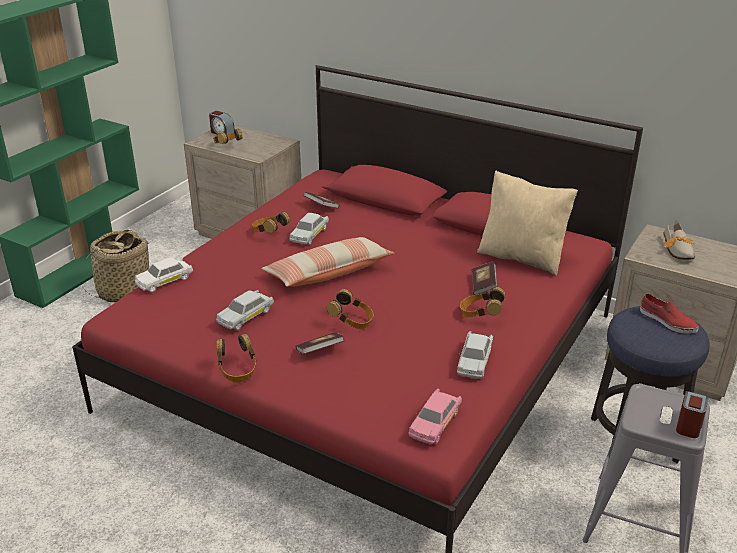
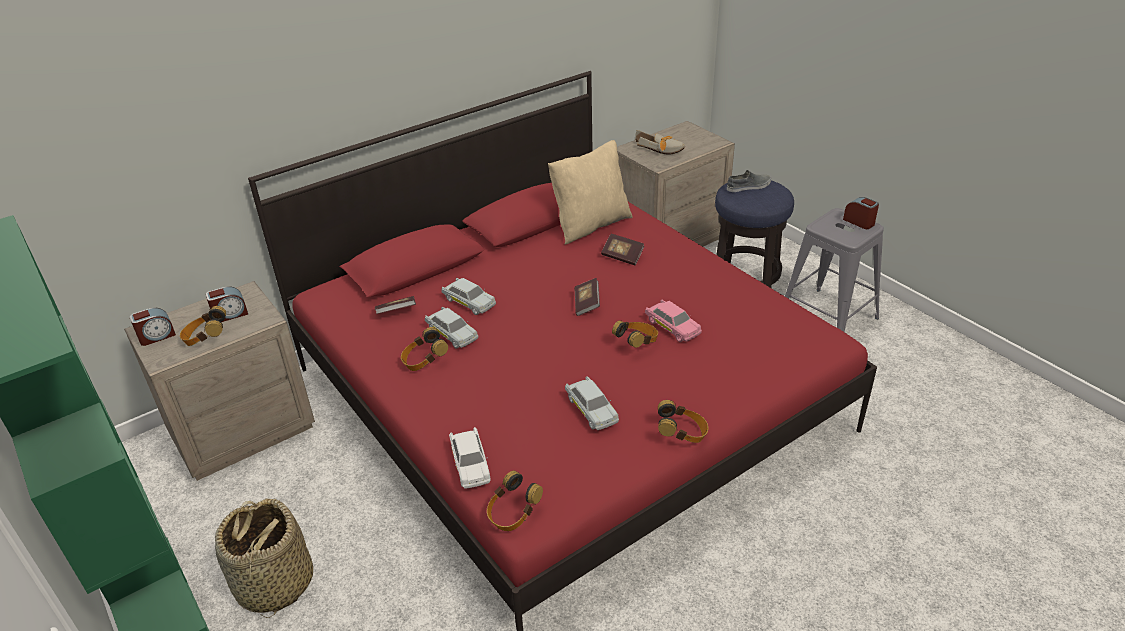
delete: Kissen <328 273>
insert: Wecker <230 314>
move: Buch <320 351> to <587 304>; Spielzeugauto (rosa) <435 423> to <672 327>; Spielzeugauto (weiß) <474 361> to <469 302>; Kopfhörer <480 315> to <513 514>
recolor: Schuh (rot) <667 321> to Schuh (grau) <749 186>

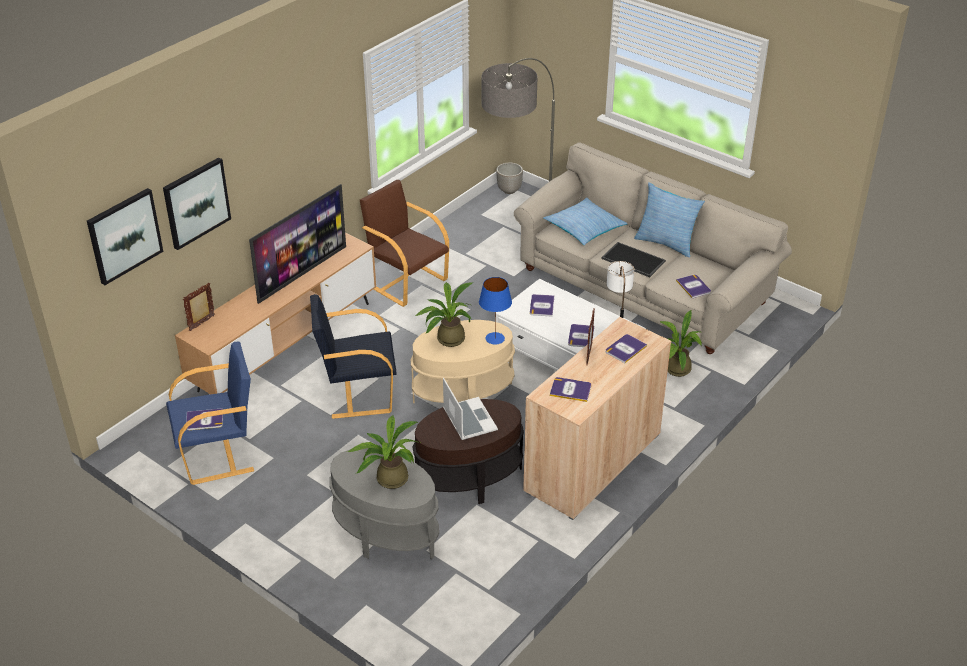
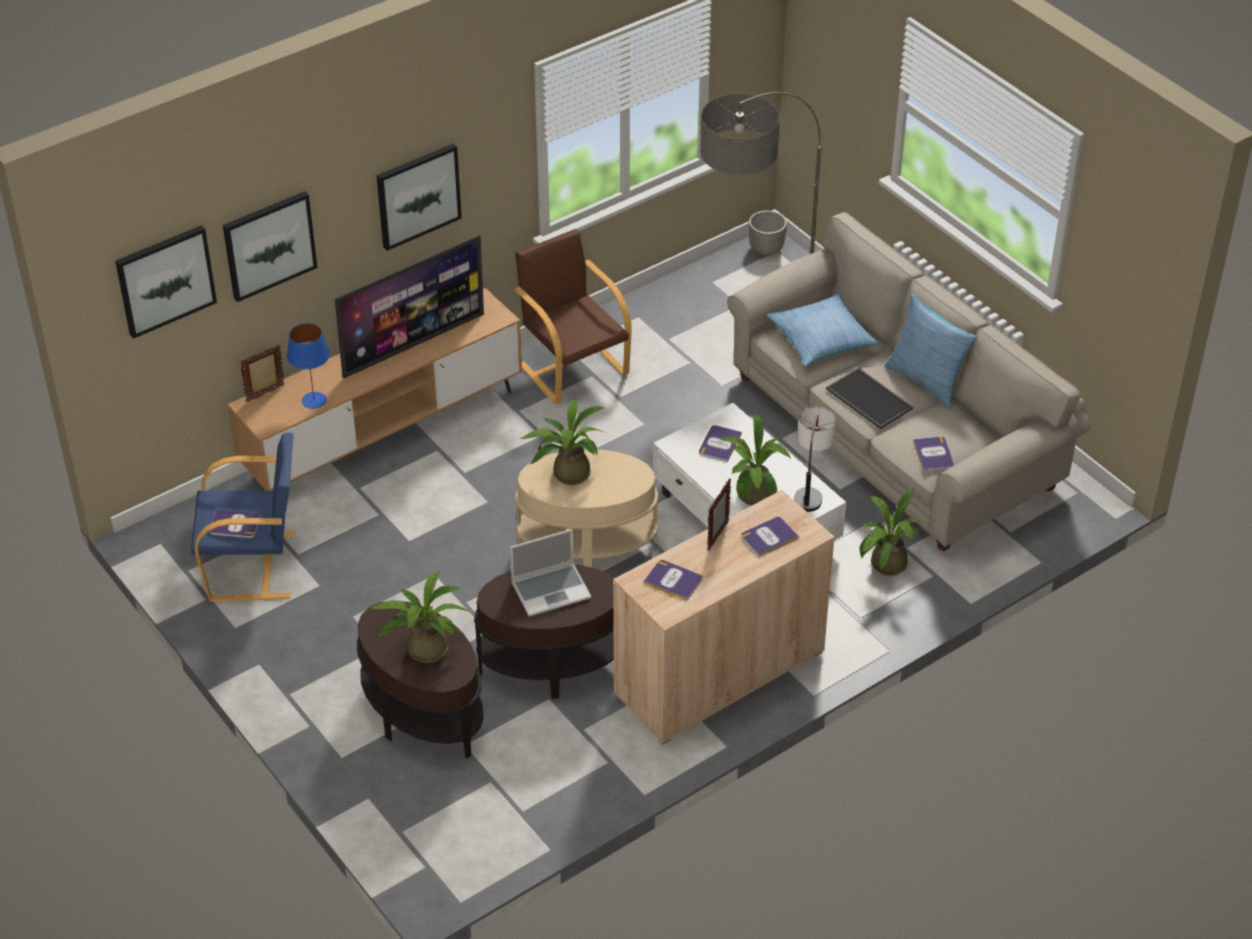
delete: Sessel (schwarz) <357 392>
insert: Bild <418 195>
move: Tischlampe (blau) <494 338> to <313 400>
replace: Buch <581 336> to Topfpflanze <753 498>
recolor: Beistelltisch (grau) <386 534> to Beistelltisch (braun) <423 714>
rotate: Laptop <468 419> = <551 590> 75 degrees clockwise

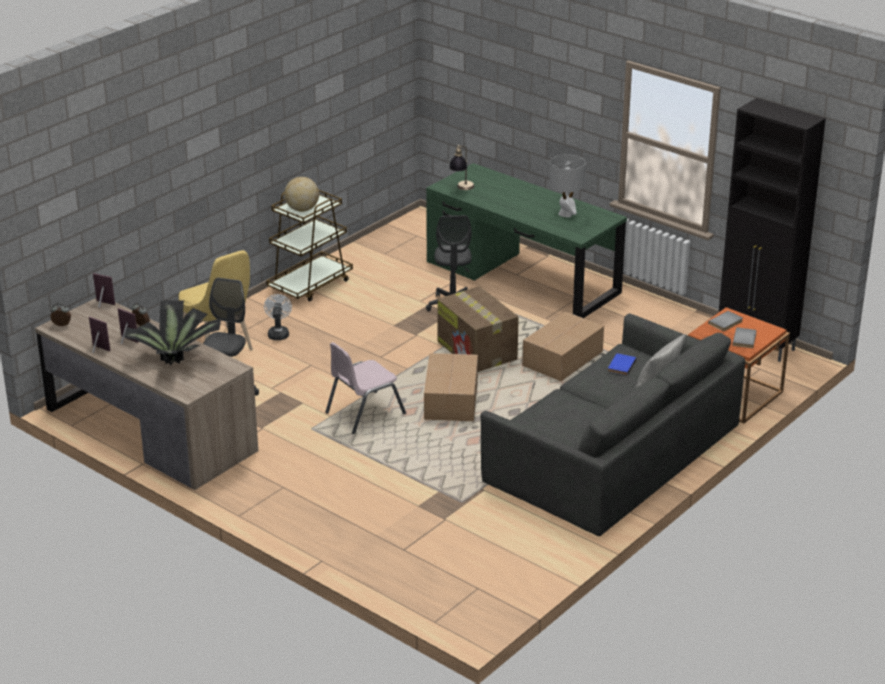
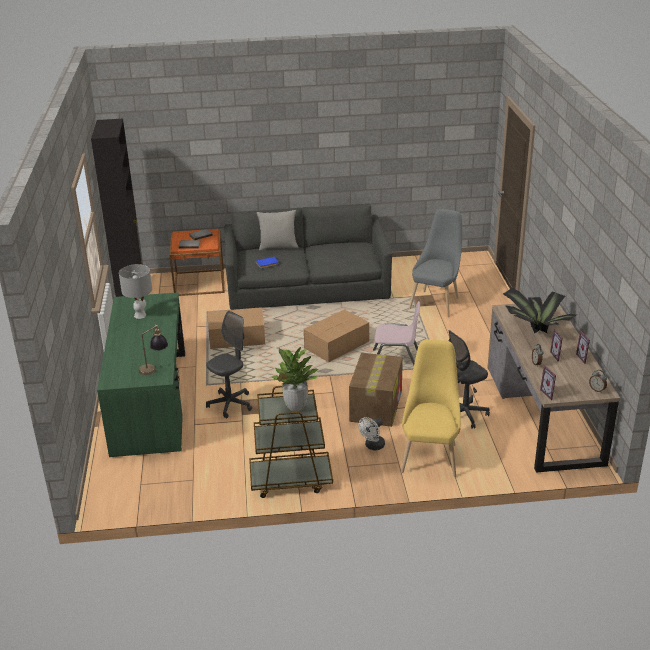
insert: Stuhl (grau) <436 302>
move: Karton <477 351> to <376 405>
replace: Globus <302 209> to Topfpflanze <295 407>

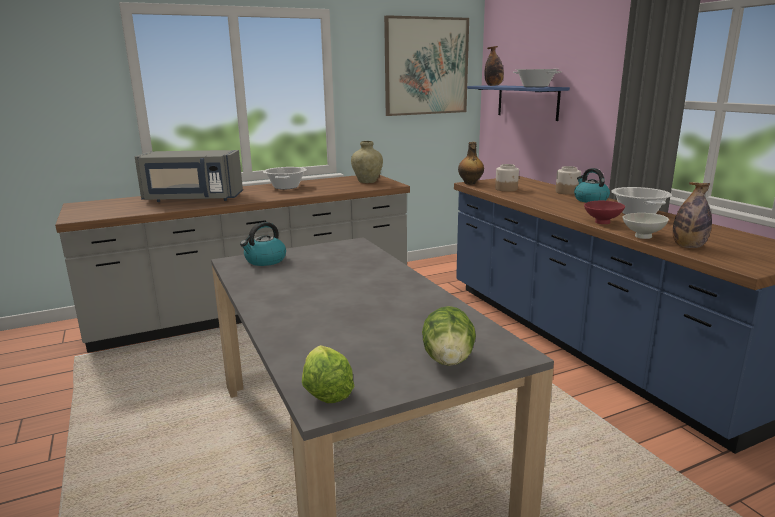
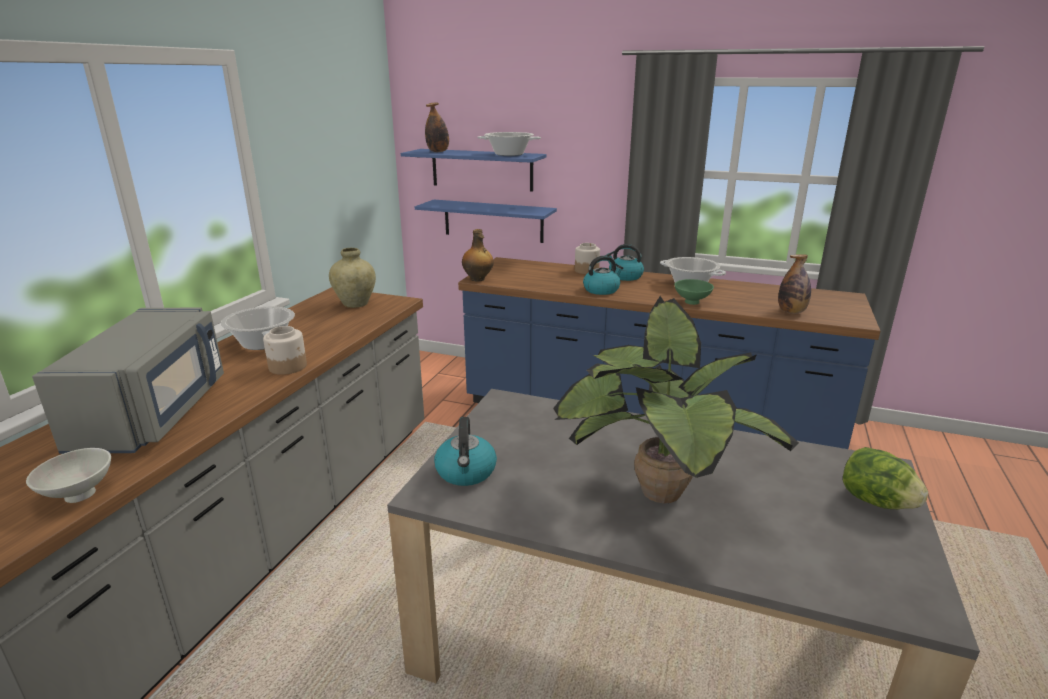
delete: Salatkopf <326 390>; Bild <426 66>
insert: Wandregal (blau) <493 221>; Topfpflanze <656 495>; Wasserkessel <601 290>
move: Vorratsglas <506 189> to <288 367>; Schüssel (weiß) <642 237> to <79 496>
recolor: Schüssel (rot) <603 222> to Schüssel (grün) <693 302>
rotate: Mikrowelle (grau) <193 199> = <156 413> 45 degrees counterclockwise

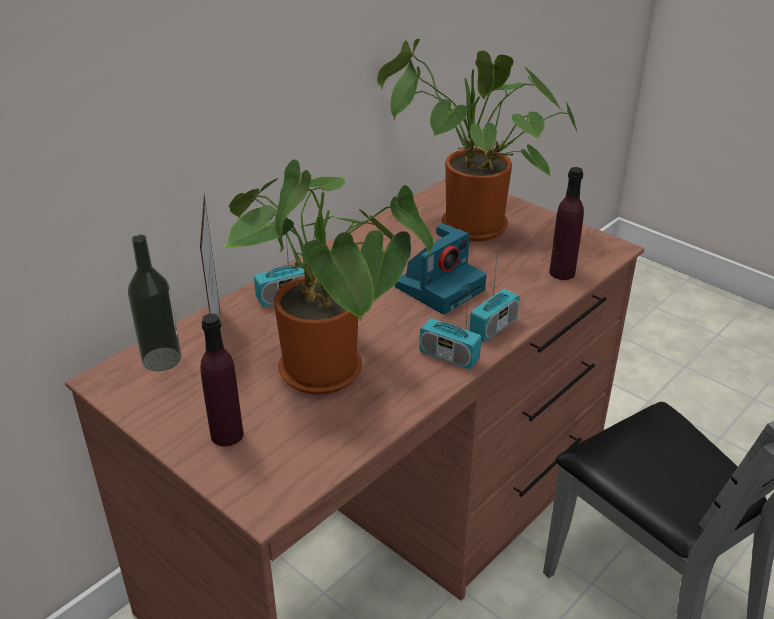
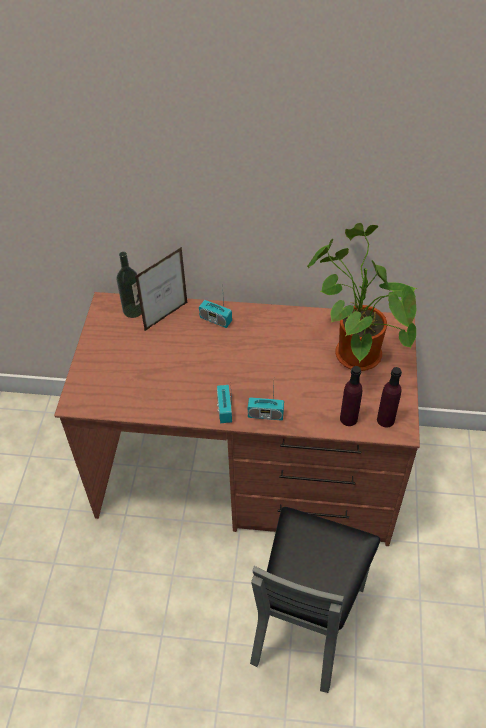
delete: Topfpflanze <330 374>; Kamera <440 287>
move: Flasche (lila) <227 435> to <385 420>

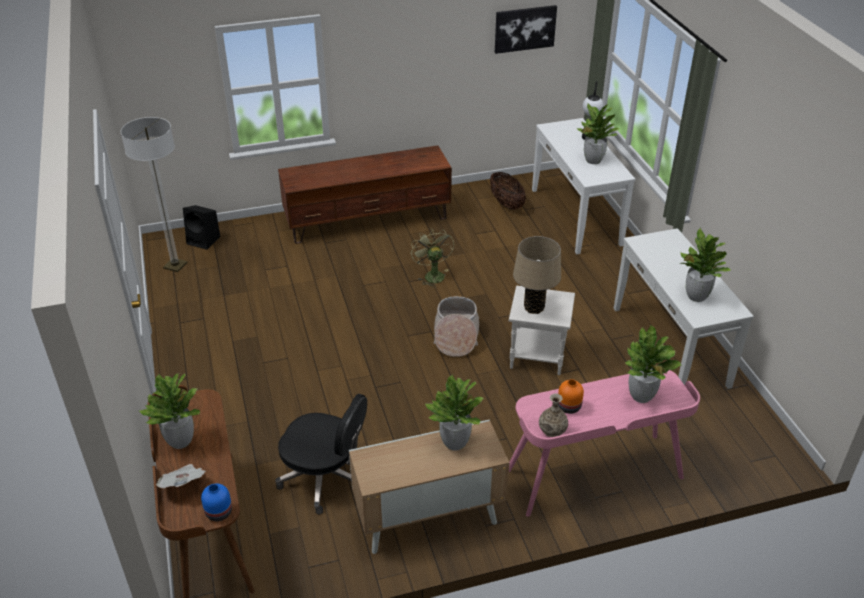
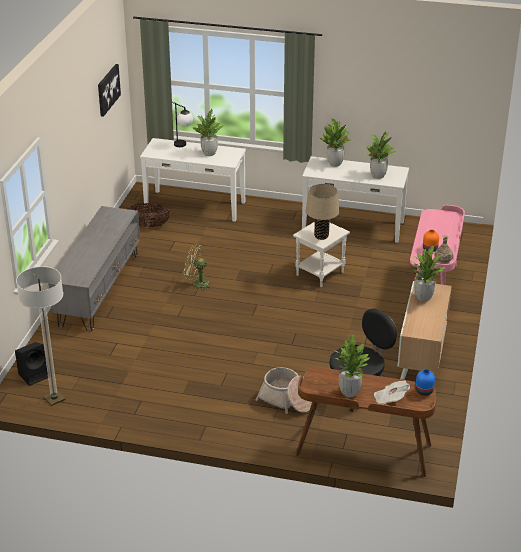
move: Korb <456 336> to <287 400>; Topfpflanze <641 396> to <335 164>
recolor: Fernsehschrank (braun) <368 220> to Fernsehschrank (grau) <99 289>

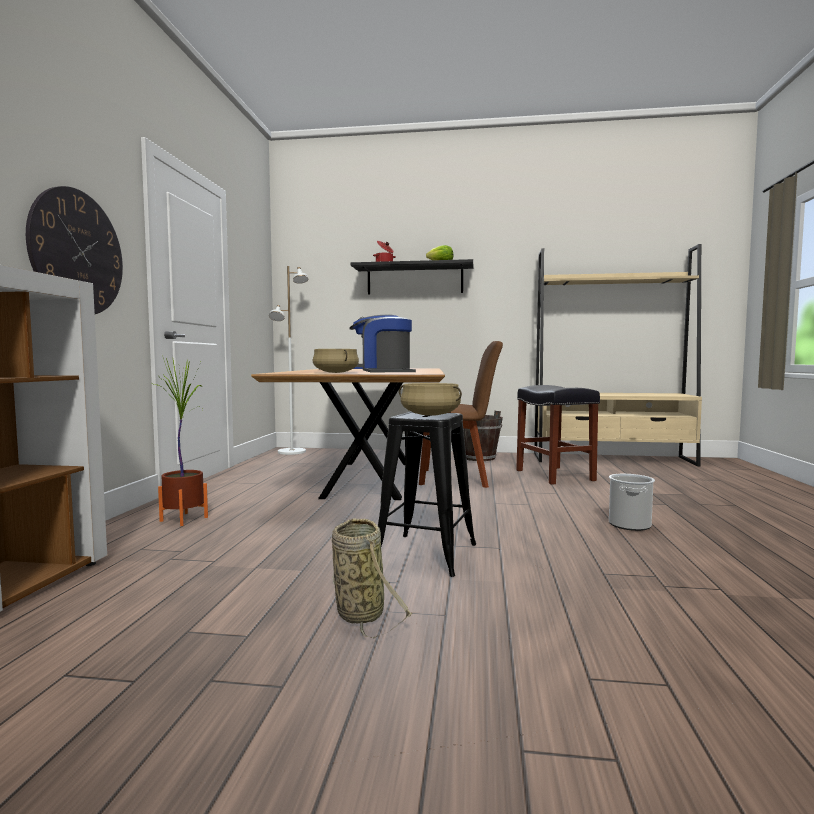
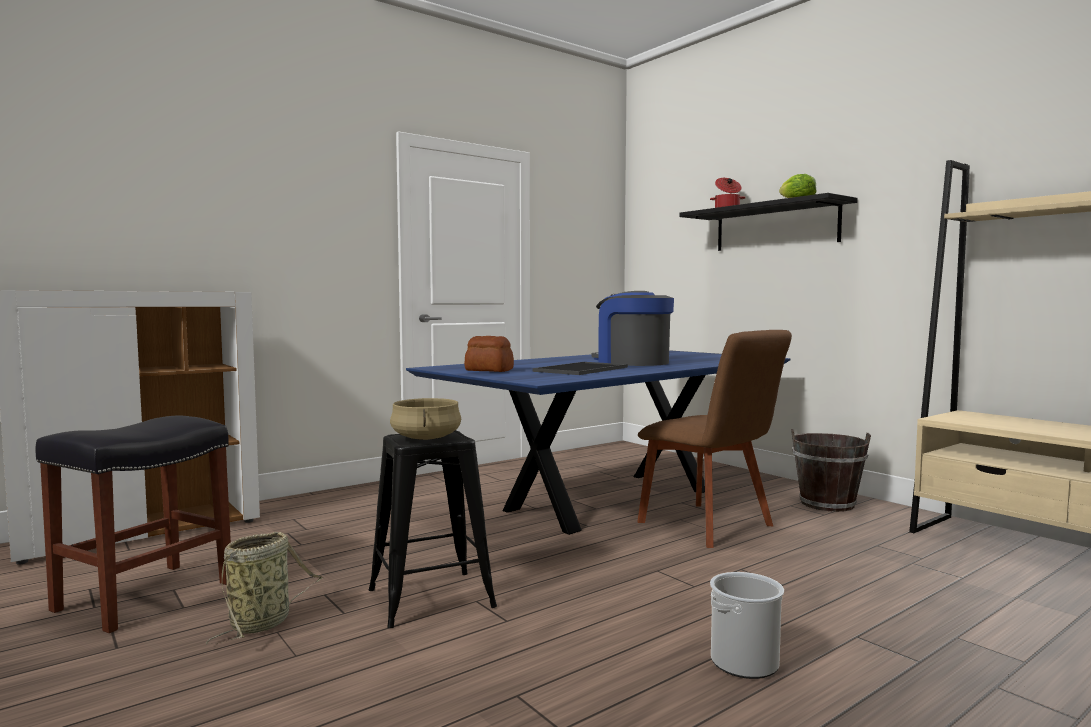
delete: Wanduhr <77 252>; Topfpflanze <184 519>; Stehlampe (weiß) <292 452>
move: Hocker (schwarz) <553 475> to <146 595>
replace: Kochtopf (beige) <336 372> to Brot <489 370>
recolor: Esstisch (braun) <370 478> to Esstisch (blau) <612 500>

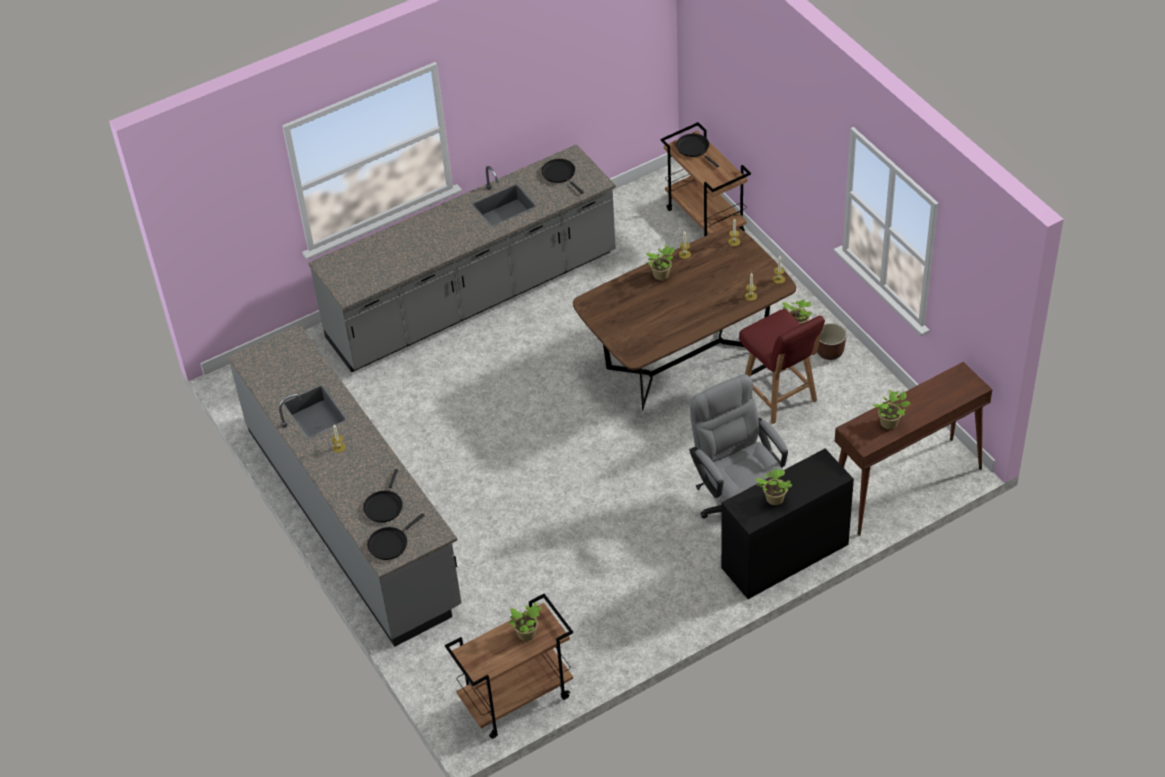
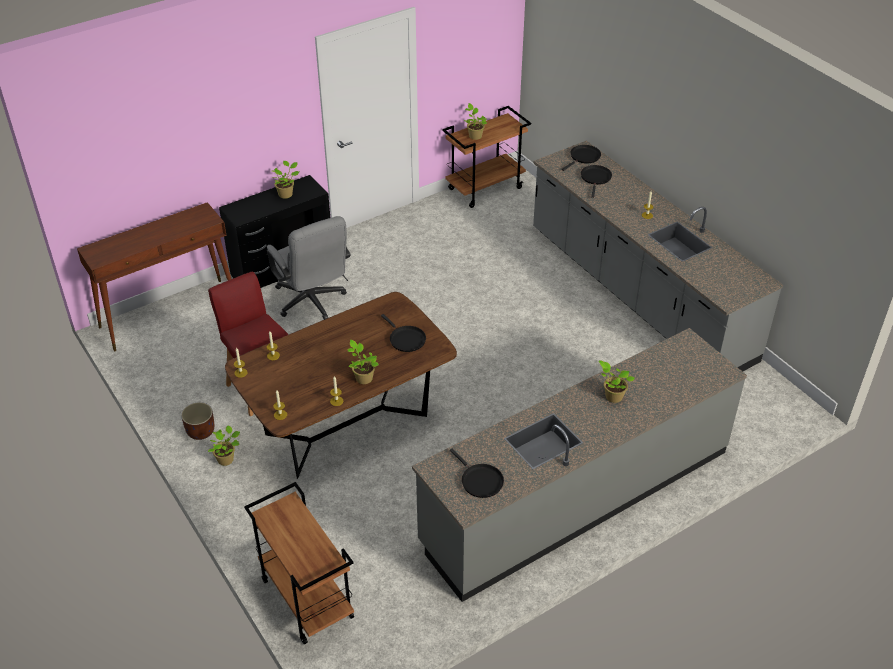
move: Pfanne (schwarz) <694 148> to <405 339>; Topfpflanze <890 423> to <612 396>

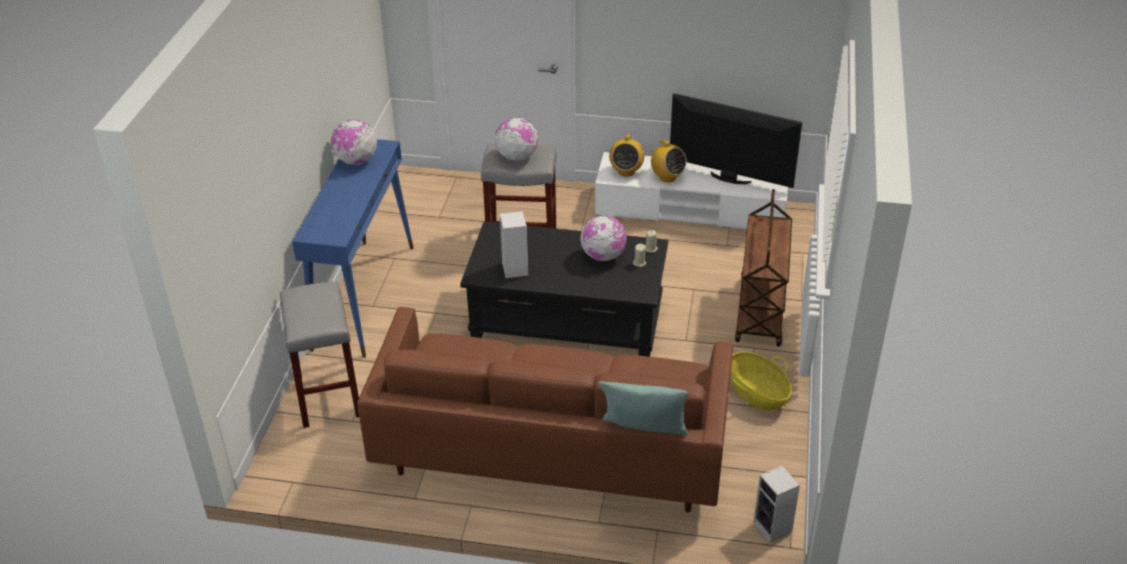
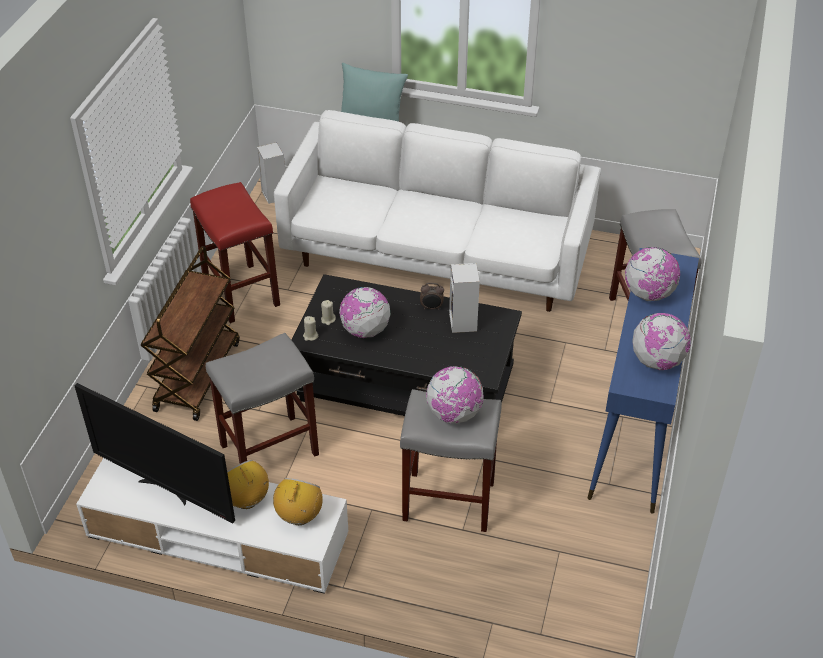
insert: Hocker (grau) <270 449>; Wecker <431 307>; Globus <649 294>
replace: Korb <757 393> to Hocker (rot) <240 292>
recolor: Sofa (braun) <551 451> to Sofa (weiß) <437 258>

